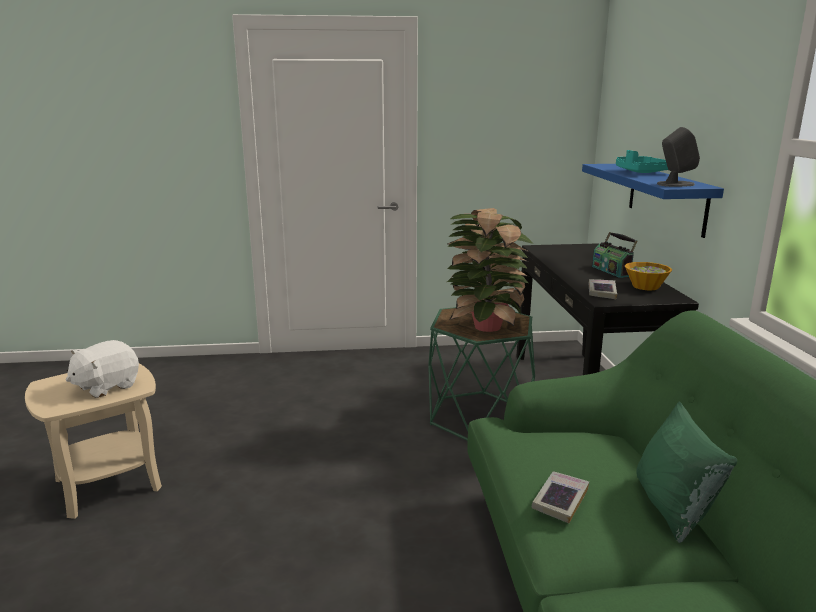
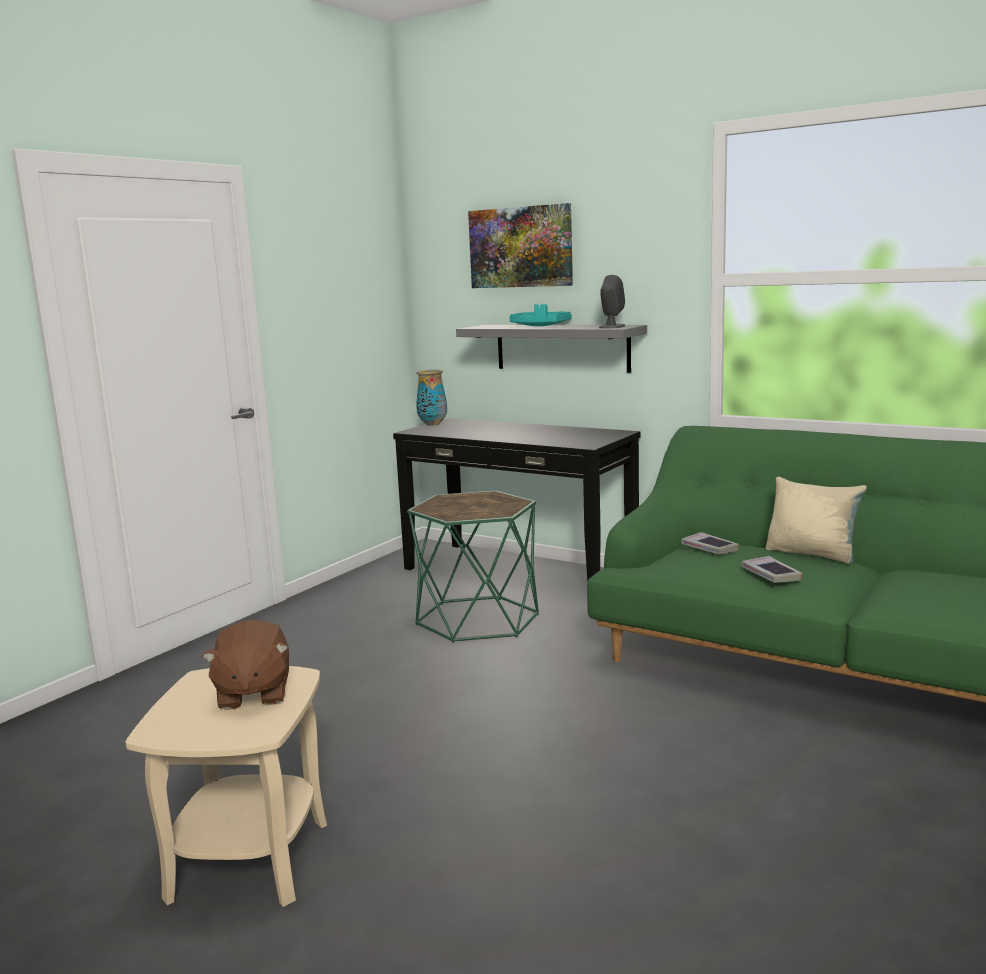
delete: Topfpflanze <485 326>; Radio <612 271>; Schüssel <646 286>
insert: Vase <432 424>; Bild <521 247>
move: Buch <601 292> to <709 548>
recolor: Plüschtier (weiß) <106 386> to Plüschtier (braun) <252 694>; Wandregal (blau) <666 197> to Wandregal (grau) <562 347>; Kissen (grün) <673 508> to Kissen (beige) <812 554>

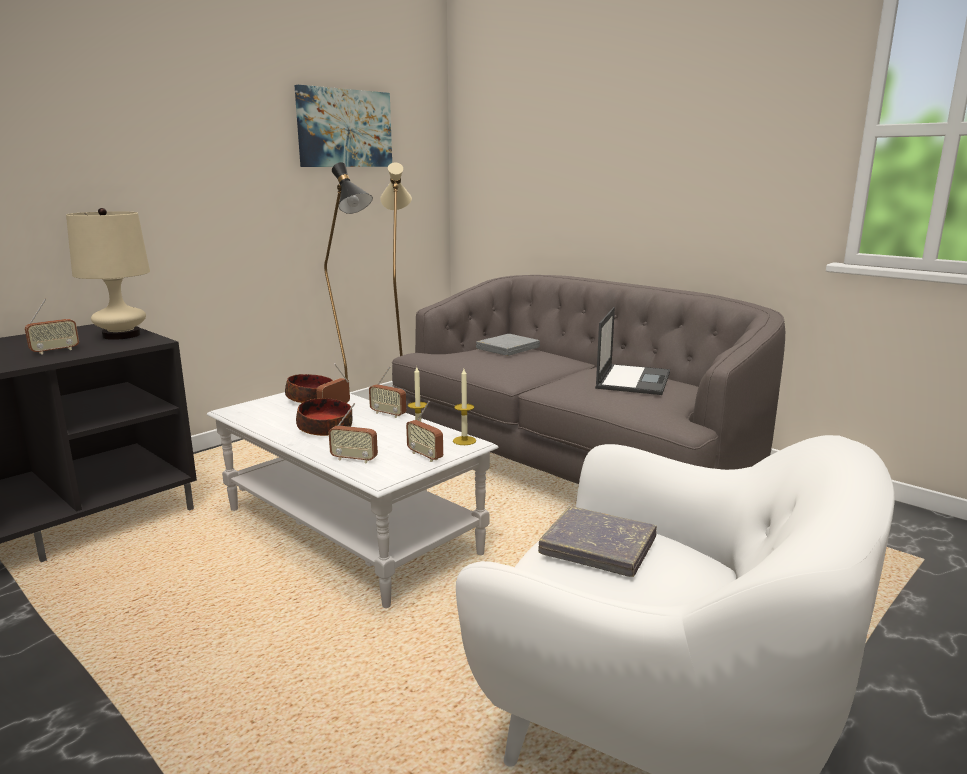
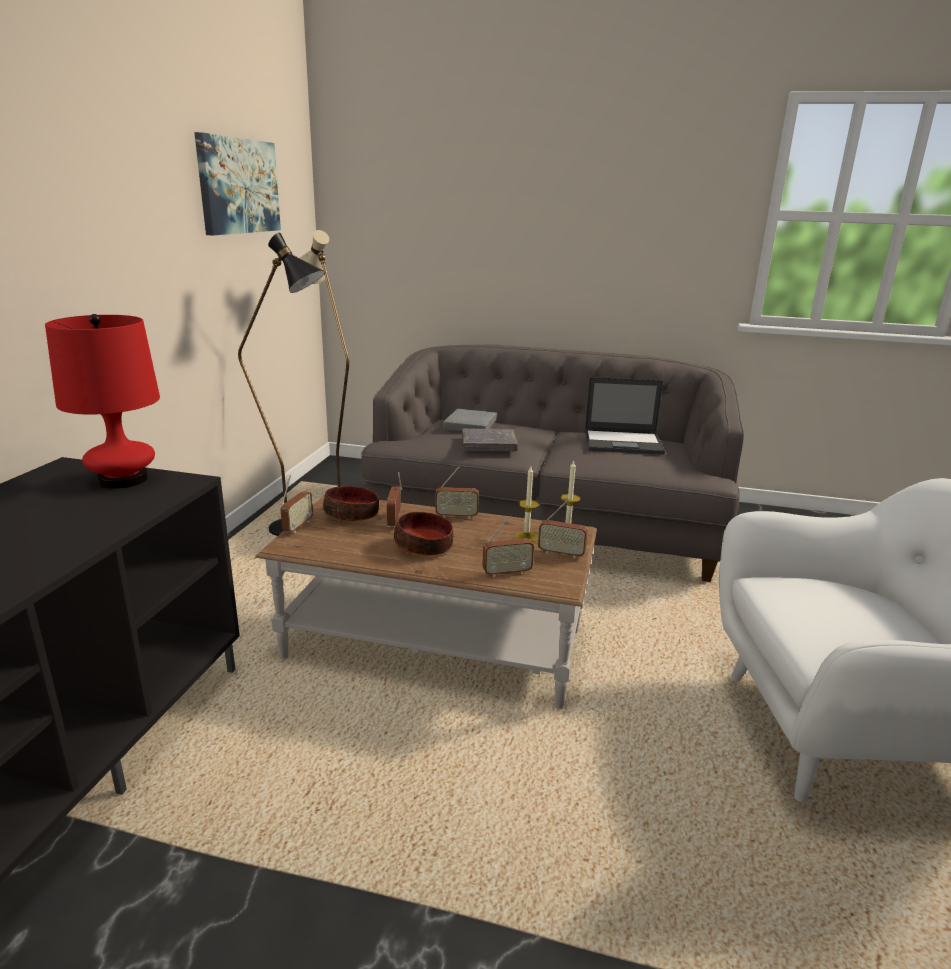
move: Radio <55 351> to <298 526>; Buch (grau) <598 547> to <488 444>
recolor: Tischlampe (beige) <121 335> to Tischlampe (rot) <123 479>; Couchtisch (weiß) <350 531> to Couchtisch (braun) <434 645>
rotate: Laptop <633 380> = <624 442> 105 degrees clockwise

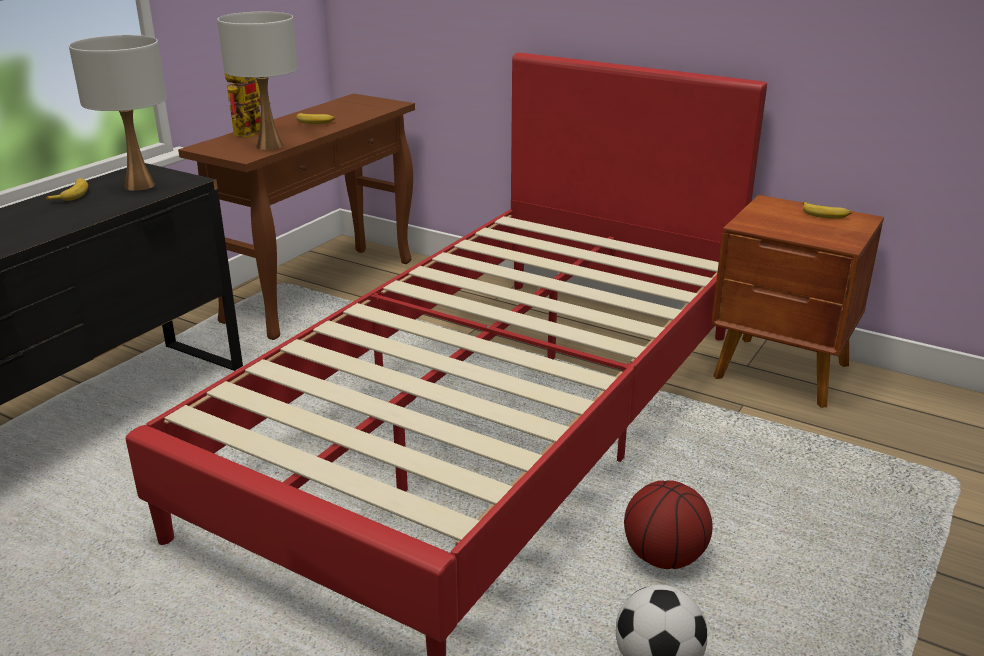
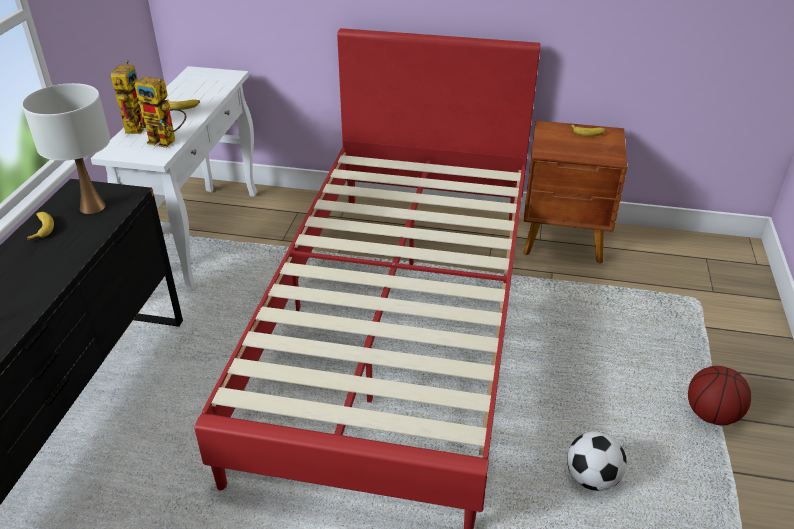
move: Basketball <664 558> to <712 415>
replace: Tischlampe (weiß) <270 146> to Spielzeugroboter <168 141>
recolor: Konsolentisch (braun) <322 290> to Konsolentisch (weiß) <201 234>

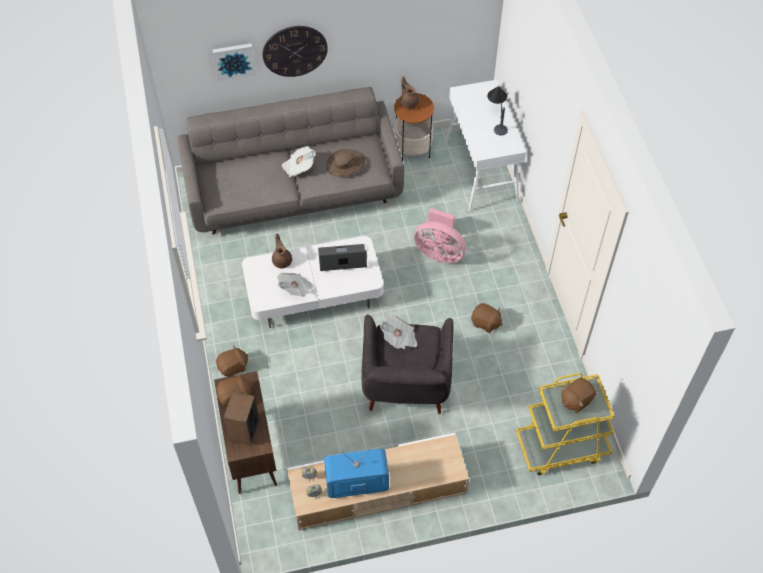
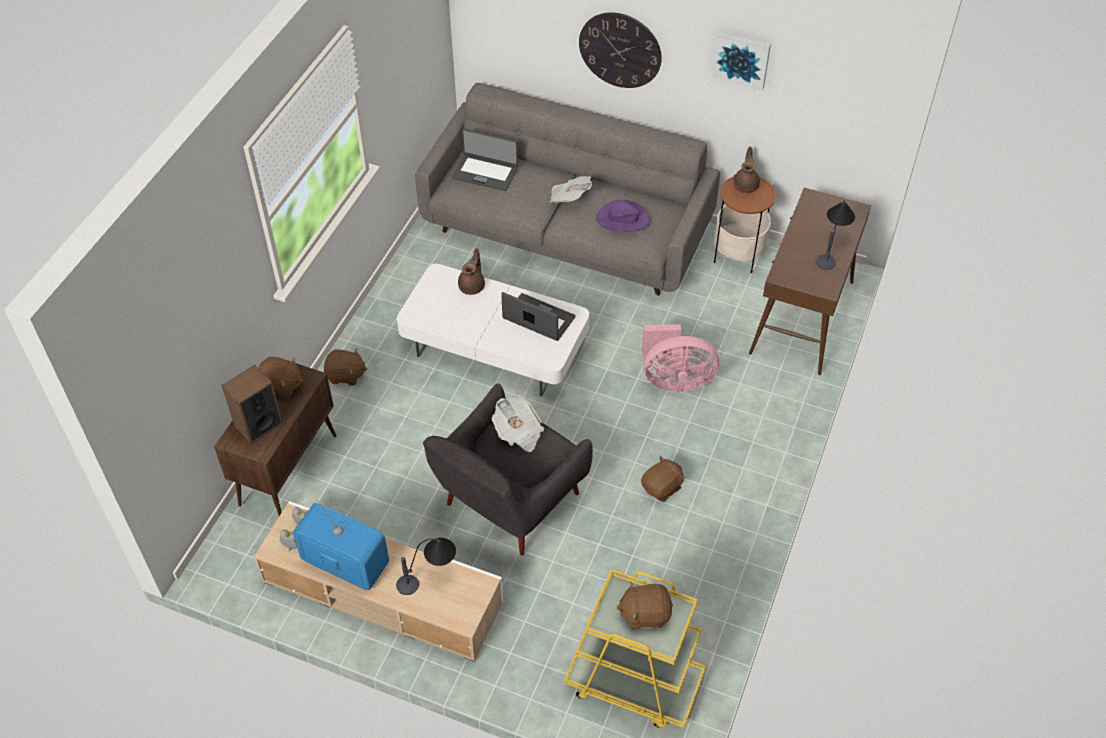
delete: Zeitung <296 289>
insert: Tischlampe <429 576>; Laptop <485 172>
move: Bild <234 60> to <742 59>
recolor: Hut (braun) <345 164> to Hut (lila) <623 219>; Konsolentisch (weiß) <481 171> to Konsolentisch (braun) <802 318>
rotate: Ventilator (rosa) <439 252> = <674 380> 60 degrees counterclockwise; Plüschtier (braun) <485 323> = <662 488> 105 degrees counterclockwise

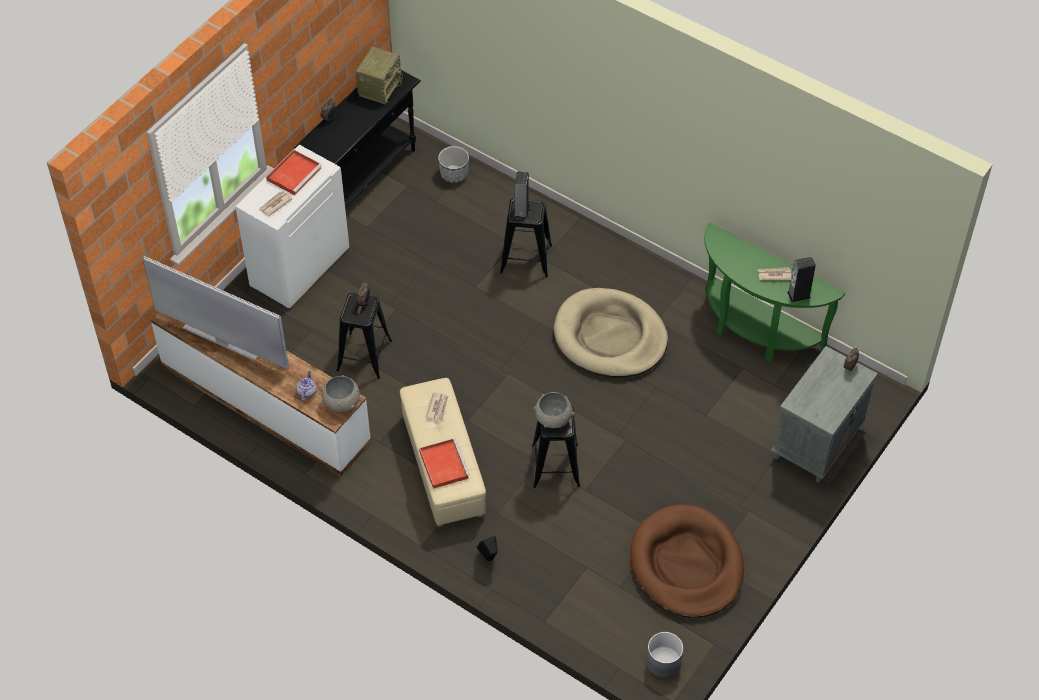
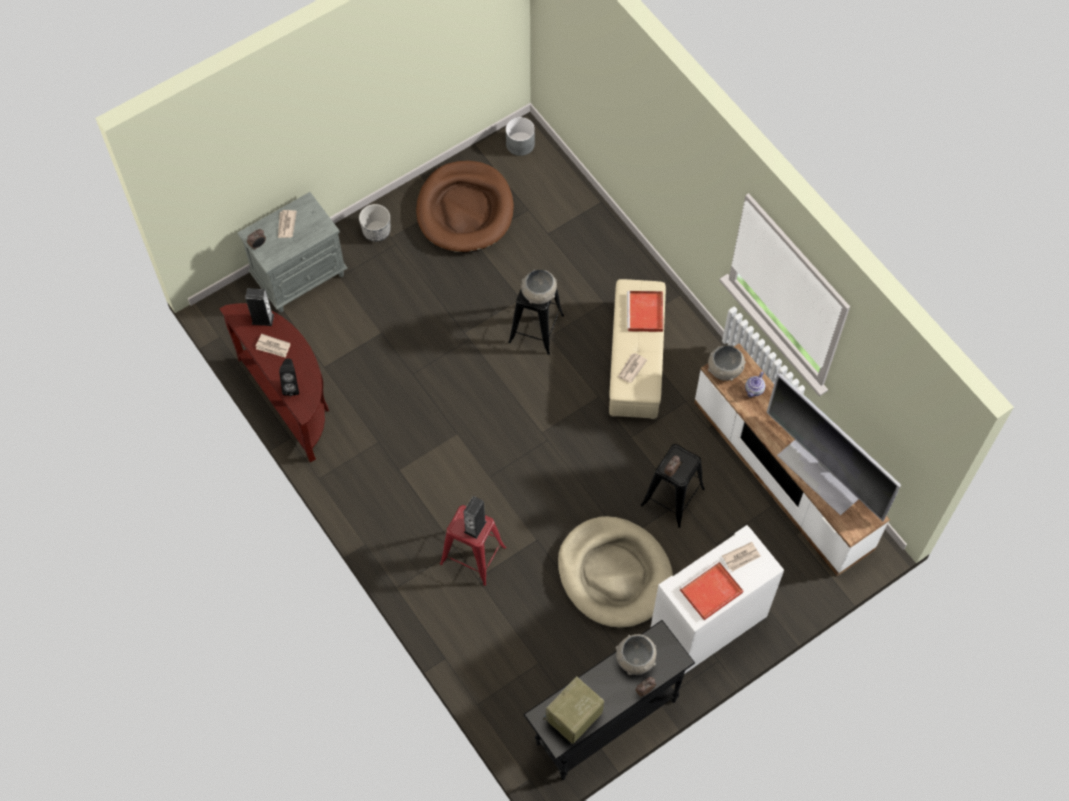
insert: Zeitung <286 225>; Schüssel (grau) <635 659>
move: Pflanzkübel <454 174> to <376 231>; Lautsprecher (schwarz) <489 559> to <291 385>; Hundebett (beige) <610 337> to <614 574>
recolor: Hocker (schwarz) <525 259> to Hocker (rot) <473 555>; Konsolentisch (grün) <755 331> to Konsolentisch (braun) <291 400>

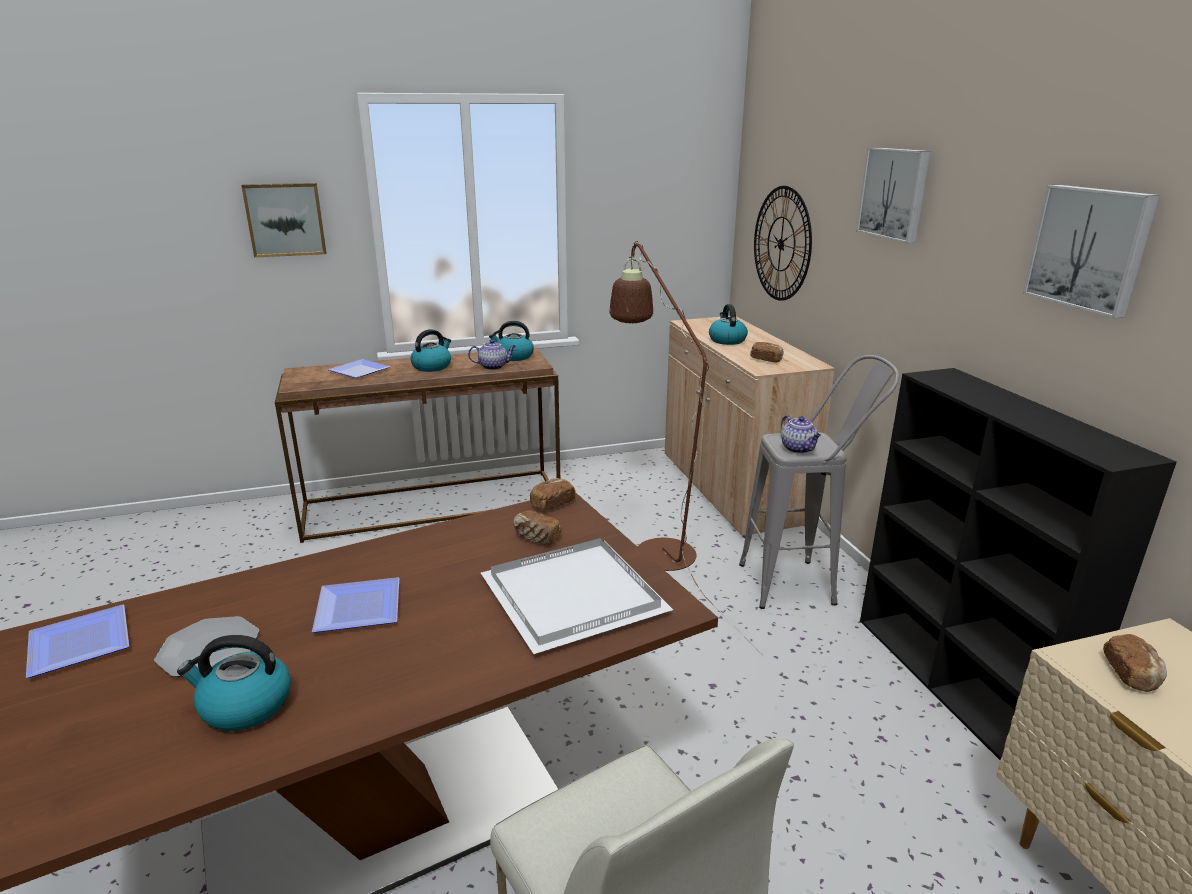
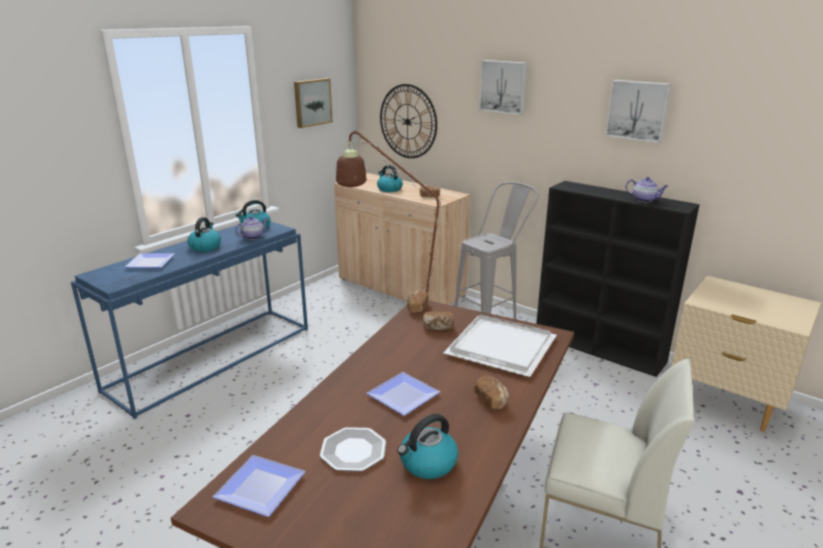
move: Bild <285 219> to <312 102>; Teekanne <799 449> to <644 200>; Brot <1131 674> to <491 400>
recolor: Konsolentisch (braun) <434 504> to Konsolentisch (blau) <213 357>

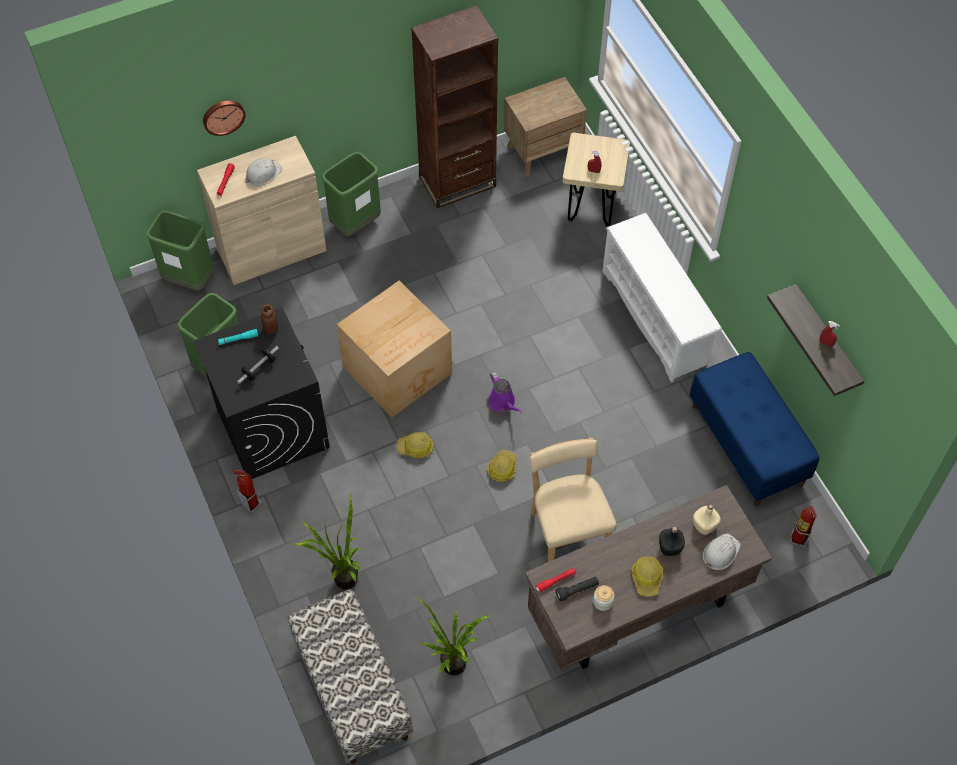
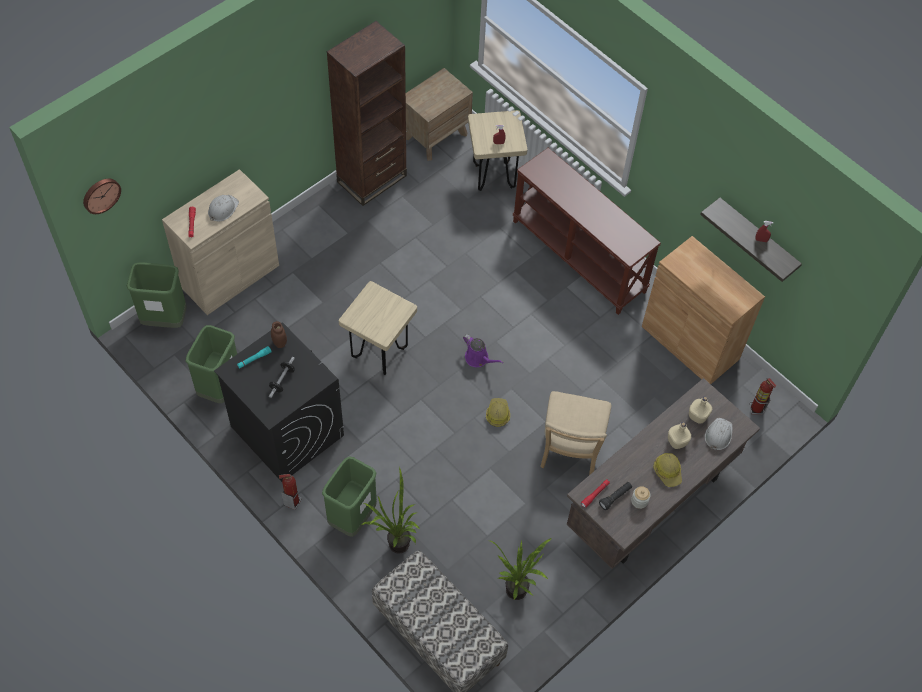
delete: Schutzhelm <415 448>
move: Wanduhr <223 116> to <100 194>; Mülleimer (grün) <355 223> to <352 517>
replace: Karton <399 370> to Hocker (beige) <379 353>; Schuhregal (weiß) <656 318> to Konsolentisch (braun) <579 256>; Bank (blau) <747 445> to Schrank (braun) <690 343>
recolor: Flasche (schwarz) <669 547> to Flasche (beige) <676 441>
rotate: Stuhl (beige) <567 529> = <570 451> 135 degrees counterclockwise

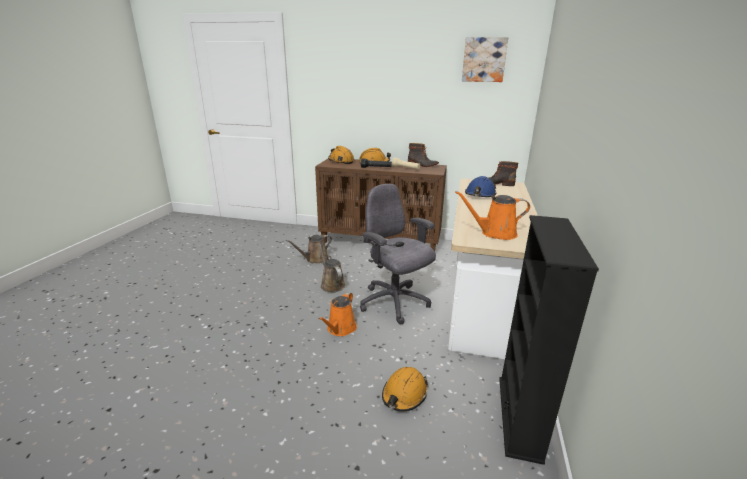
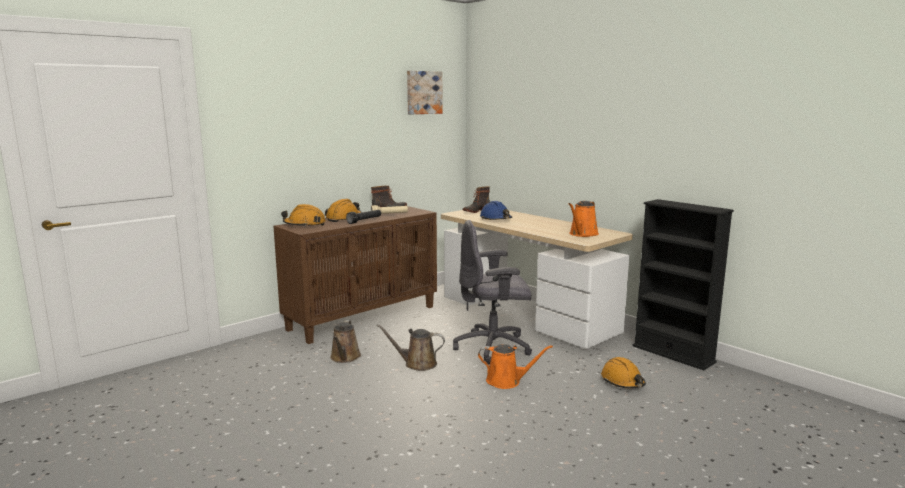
rotate: Gießkanne (orange) <340 329> = <506 381> 45 degrees counterclockwise

